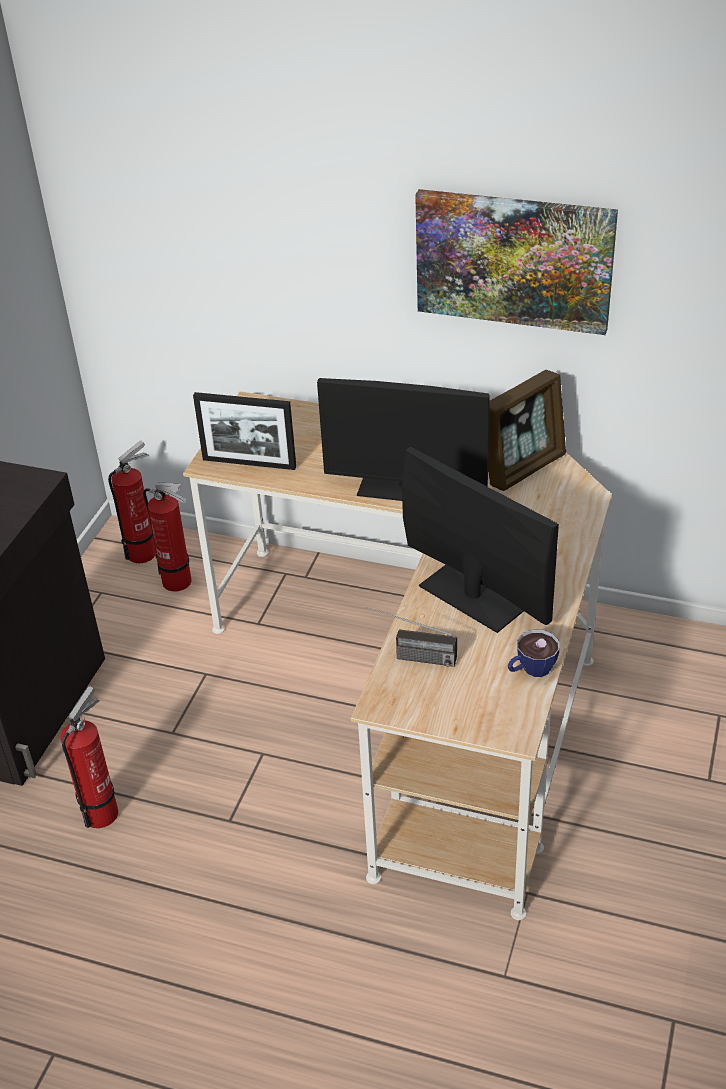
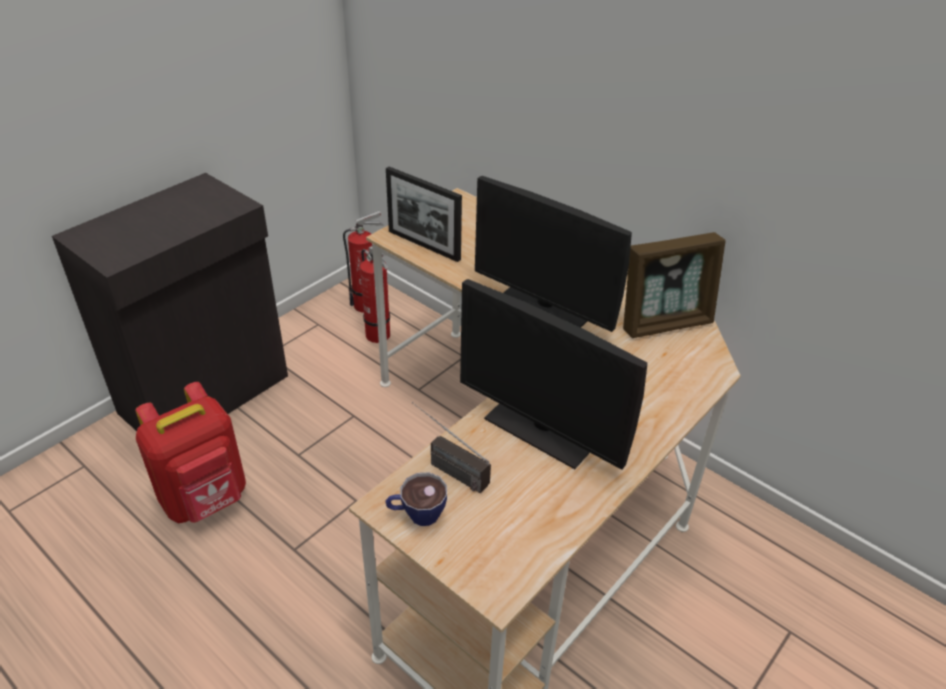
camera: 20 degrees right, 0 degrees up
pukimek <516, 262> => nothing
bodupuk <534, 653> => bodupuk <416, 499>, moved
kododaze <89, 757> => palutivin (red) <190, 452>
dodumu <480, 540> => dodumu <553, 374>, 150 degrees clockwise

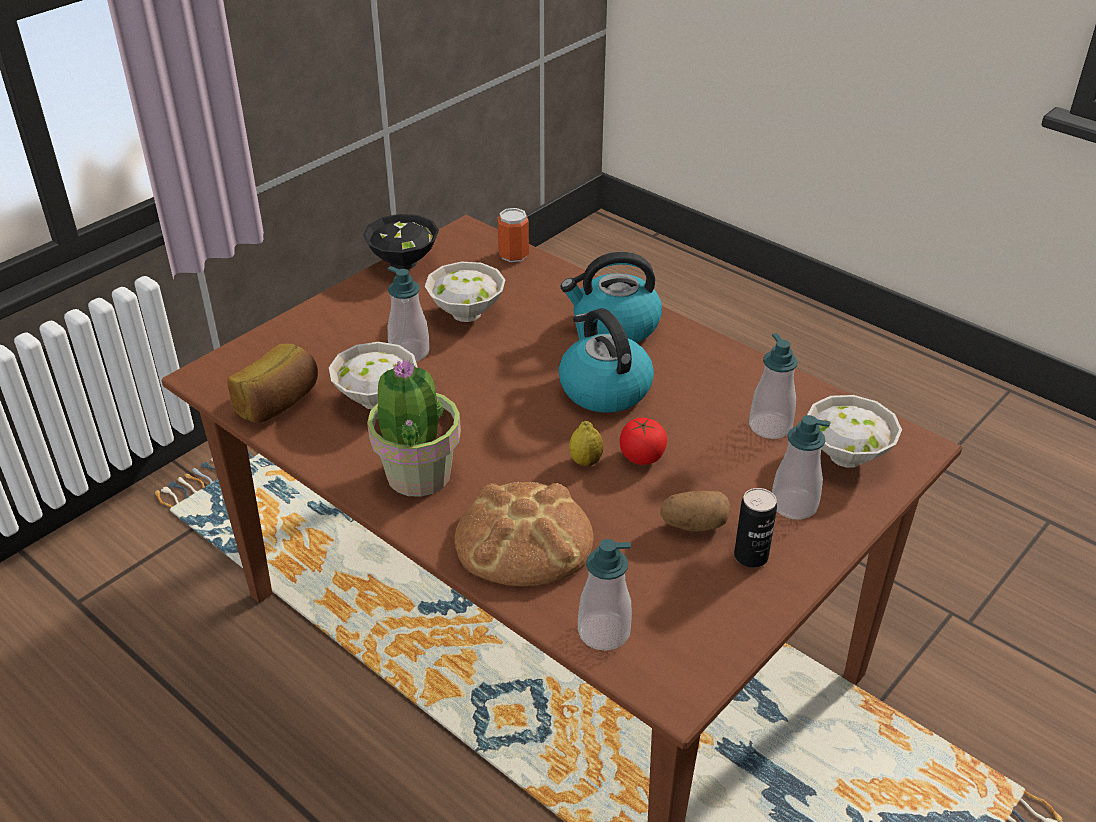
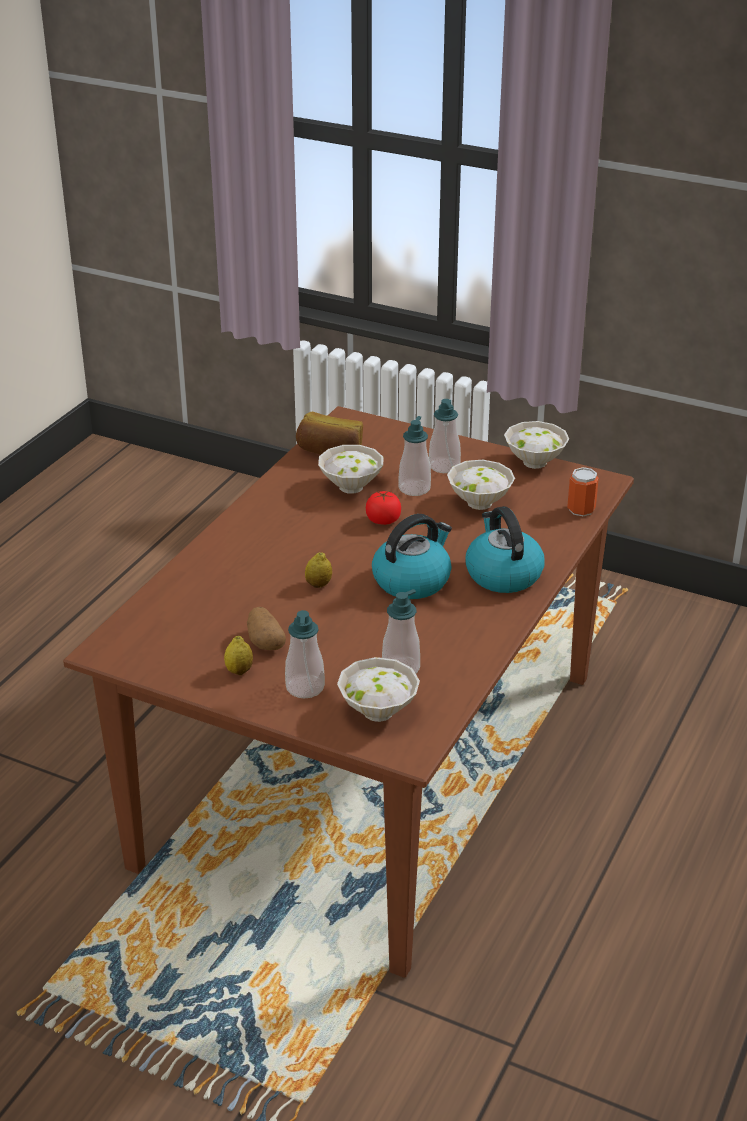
camera: 75 degrees right, 5 degrees down
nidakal <414, 428> => nothing
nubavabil <524, 534> => nothing
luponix <605, 595> => luponix <445, 436>, moved
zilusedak <643, 441> => zilusedak <383, 508>, moved
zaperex <755, 528> => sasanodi <238, 655>
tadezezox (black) <401, 241> => tadezezox (white) <536, 445>

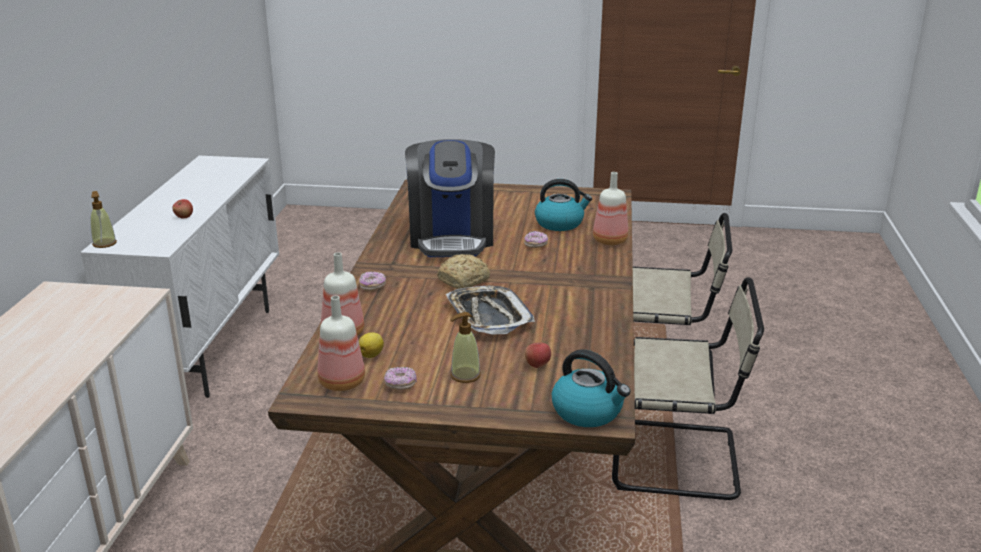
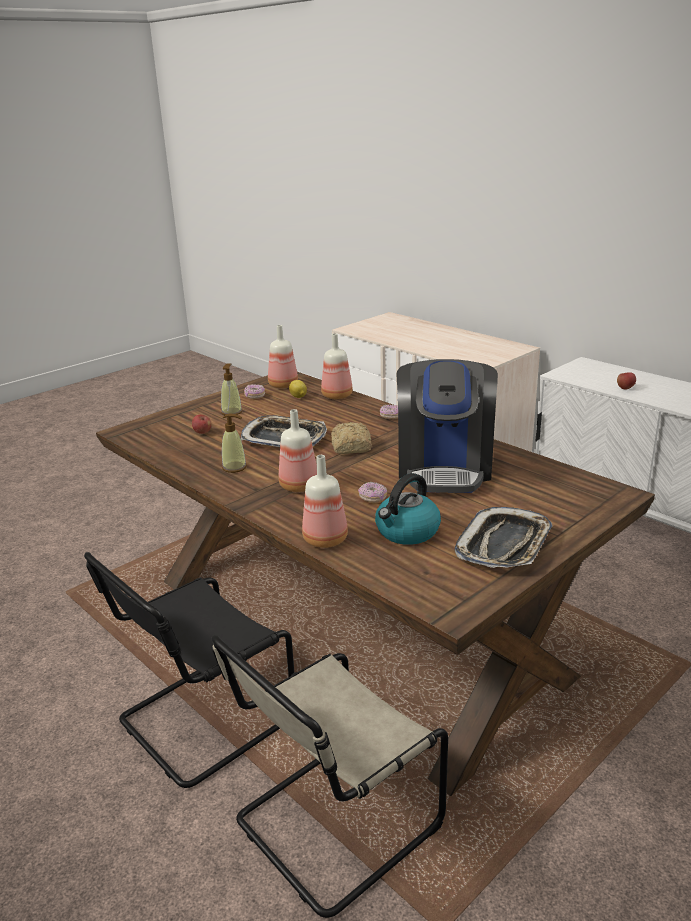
camera: 130 degrees right, 0 degrees up
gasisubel <591, 388> => nothing
nothing => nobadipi <298, 450>
nothing => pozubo <504, 537>
luponix <103, 219> => luponix <234, 443>, moved
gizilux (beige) <688, 388> => gizilux (black) <189, 670>
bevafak <450, 198> => bevafak <447, 426>, 120 degrees counterclockwise

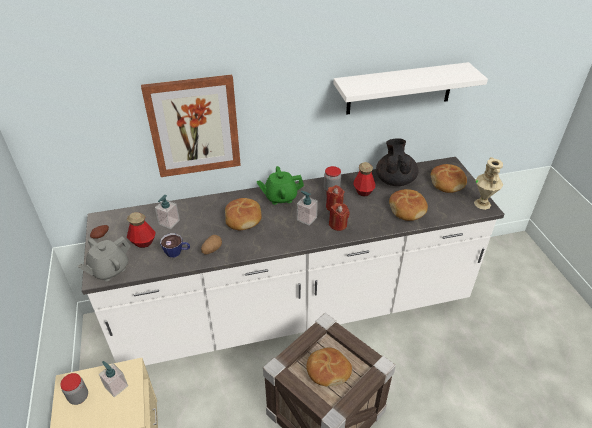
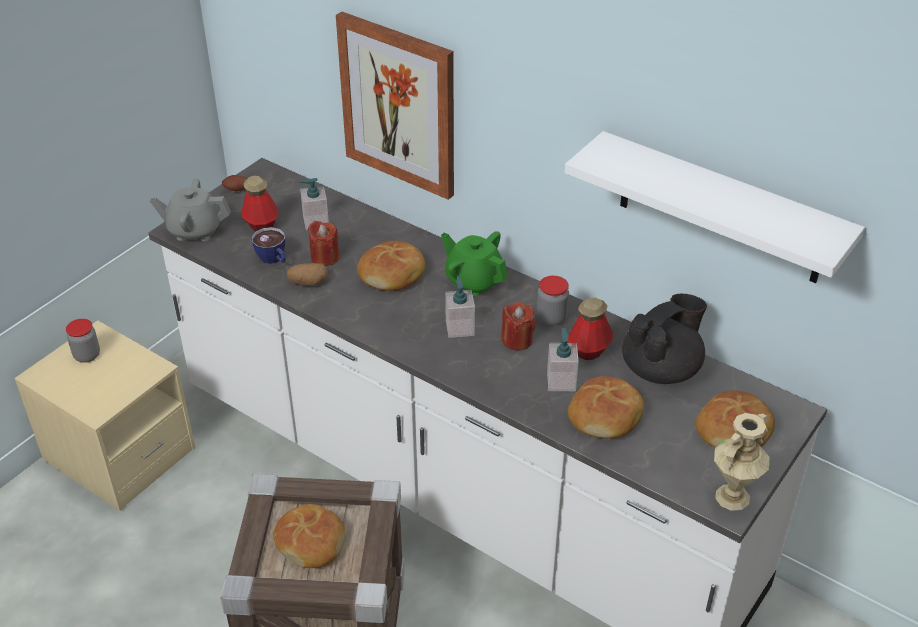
camera: 50 degrees right, 0 degrees up
luponix <113, 379> => luponix <563, 359>, moved
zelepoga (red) <339, 217> => zelepoga (red) <323, 243>, moved

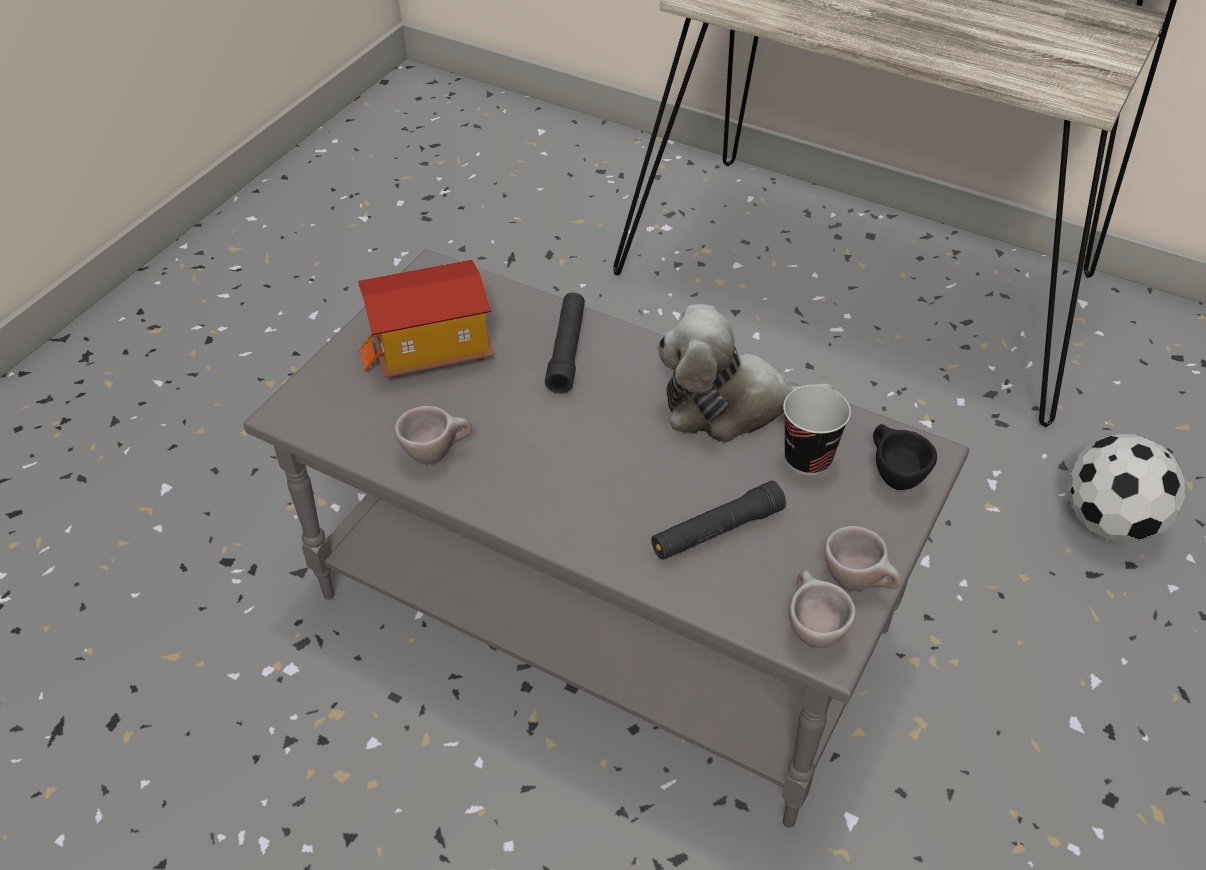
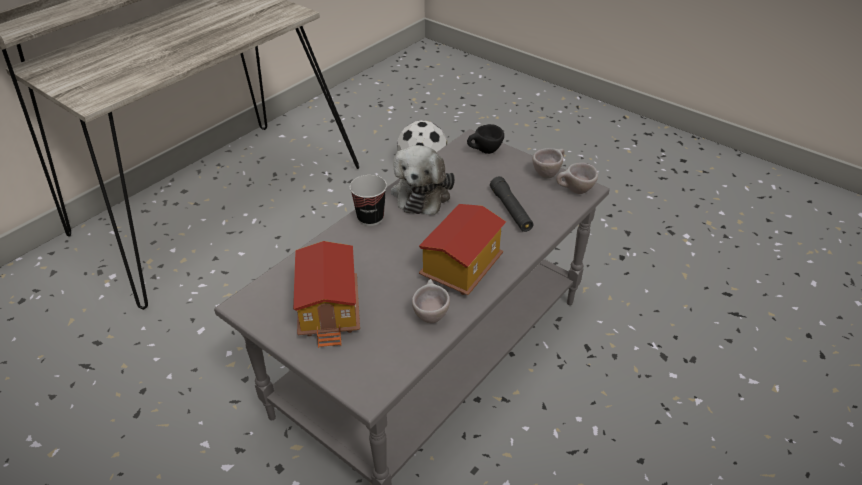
camera: 80 degrees left, 5 degrees down
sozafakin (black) <565, 343> => nothing
nothing => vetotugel <462, 249>
bodupuk <817, 430> => bodupuk <368, 200>, moved

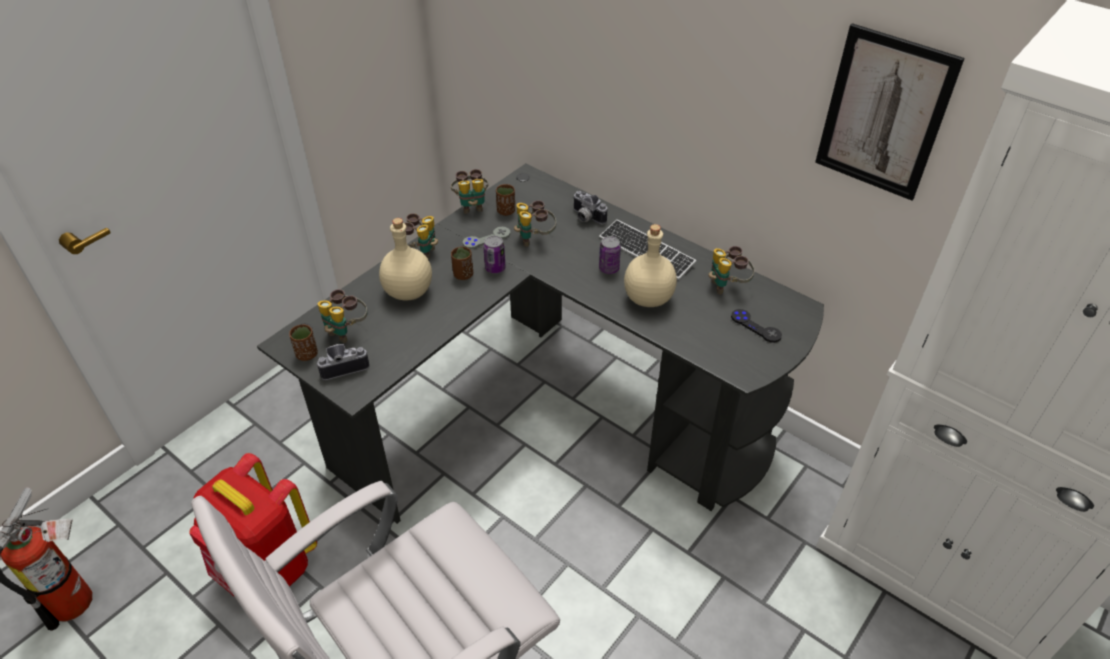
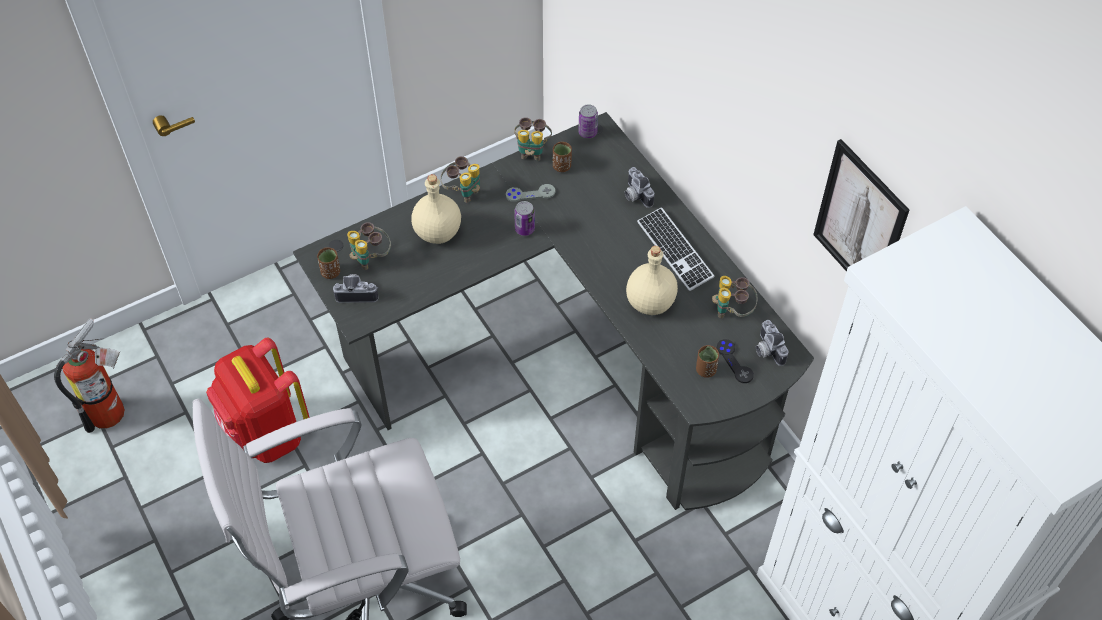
camera: 20 degrees right, 10 degrees up
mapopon <535, 223> => nothing
nothing => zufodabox <772, 343>
bodupuk (brown) <462, 263> => bodupuk (brown) <707, 361>, moved
zaperex <610, 255> => zaperex <588, 121>, moved

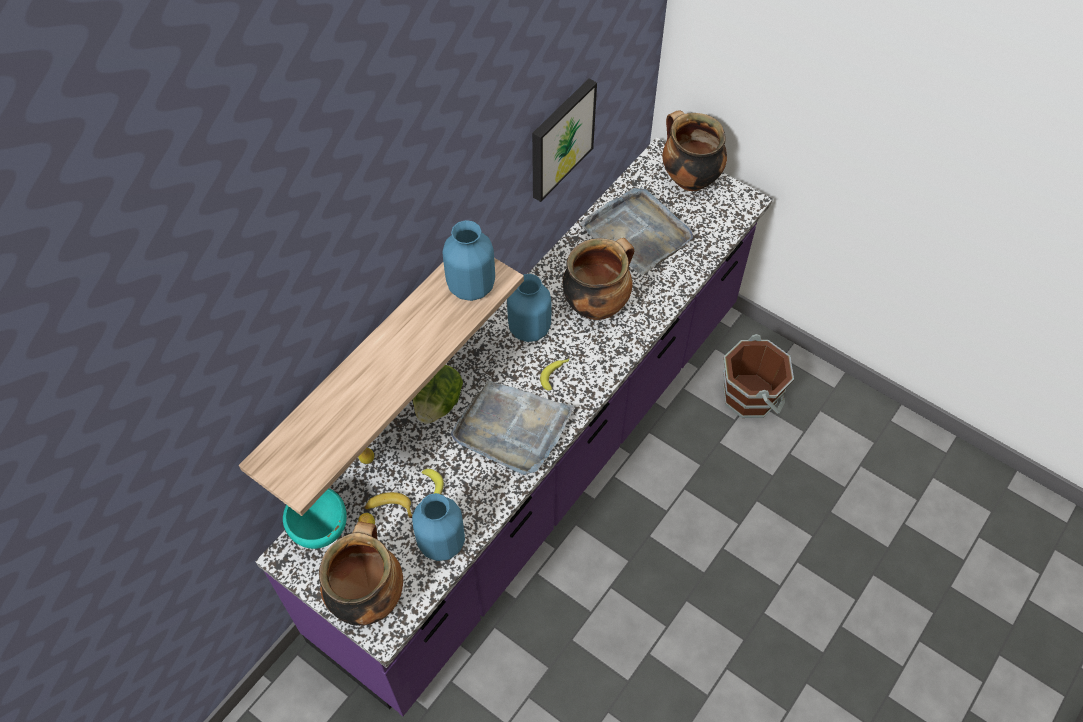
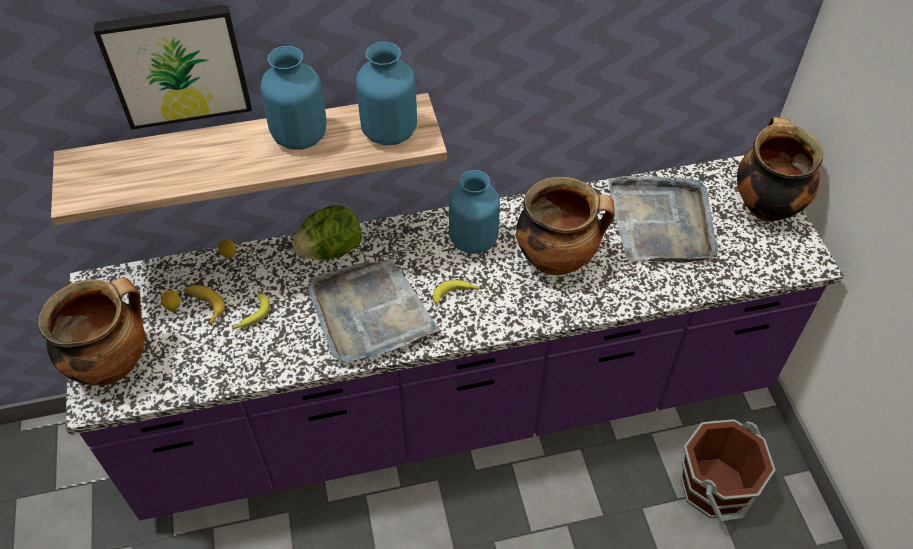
camera: 40 degrees right, 5 degrees down
tadezezox (turquoise) <315, 518> => nothing
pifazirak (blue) <438, 527> => pifazirak (blue) <293, 98>, moved
pukimek <564, 140> => pukimek <173, 67>, moved

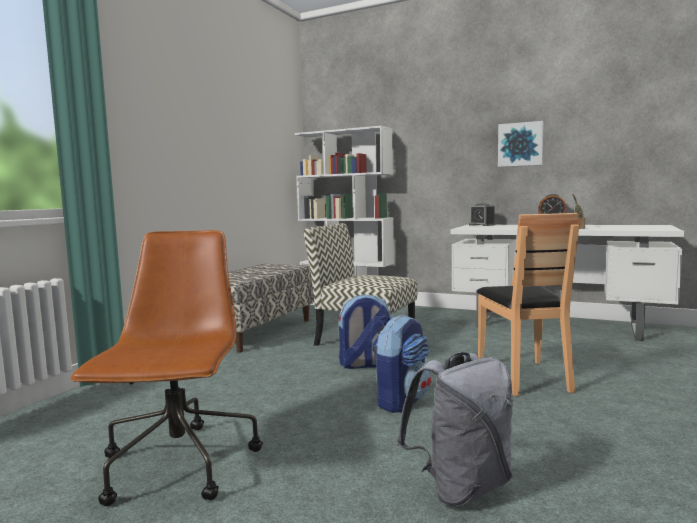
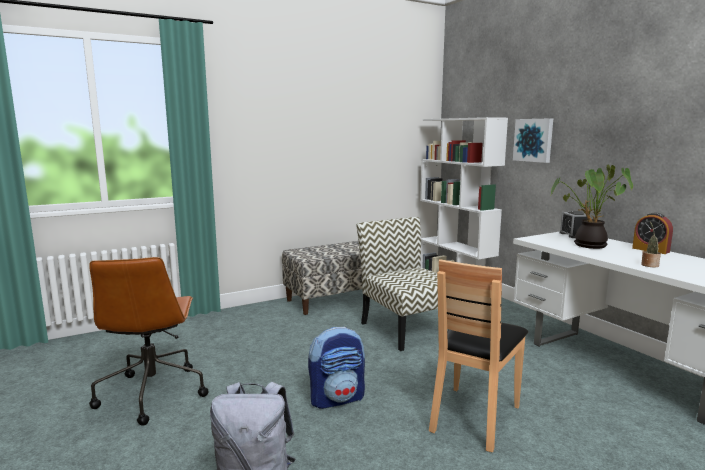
camera: 35 degrees right, 5 degrees up
palutivin <364, 332> => nothing
nothing => nidakal <592, 206>
pukimek <521, 144> => pukimek <533, 141>, moved
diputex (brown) <166, 368> => diputex (brown) <149, 341>, 135 degrees clockwise

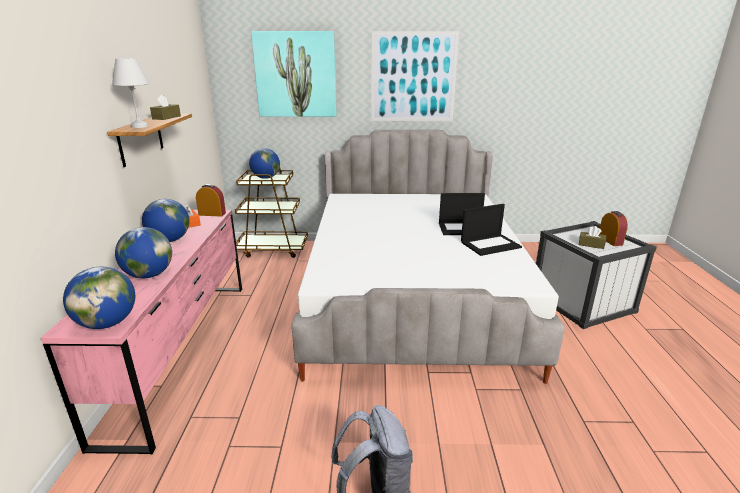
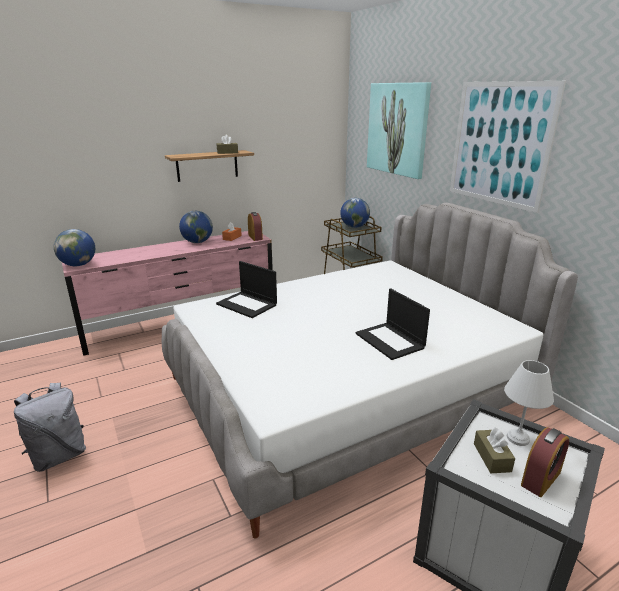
camera: 60 degrees right, 0 degrees up
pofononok <143, 252> => nothing
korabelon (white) <130, 93> => korabelon (white) <529, 403>, moved
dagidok <491, 230> => dagidok <246, 289>, moved

